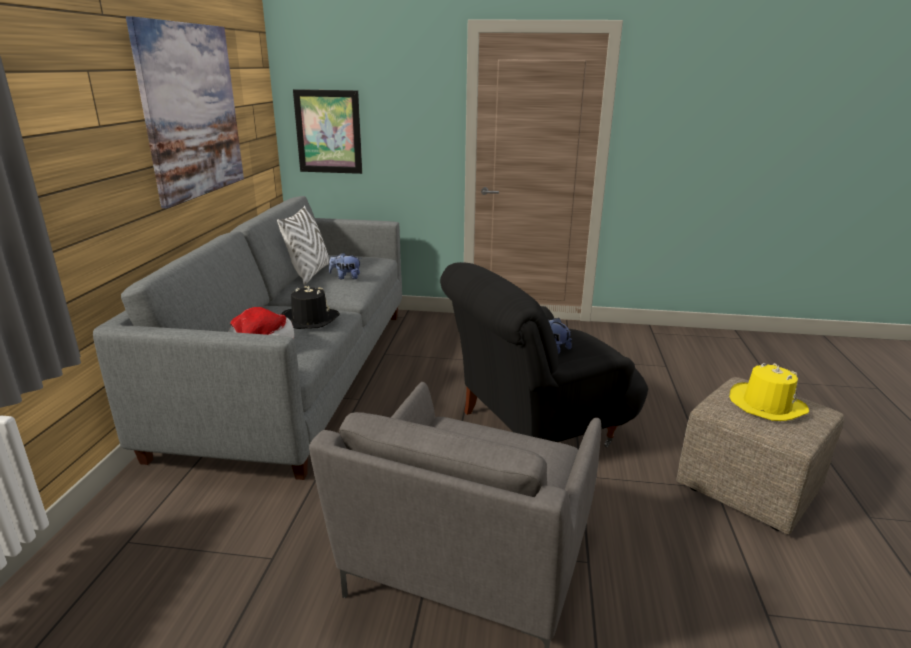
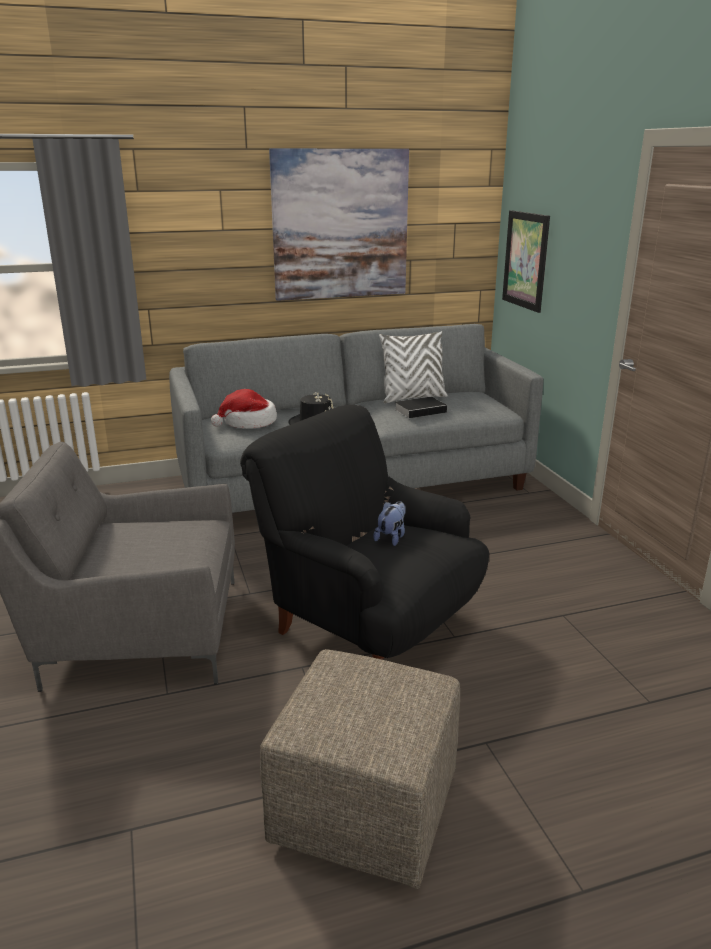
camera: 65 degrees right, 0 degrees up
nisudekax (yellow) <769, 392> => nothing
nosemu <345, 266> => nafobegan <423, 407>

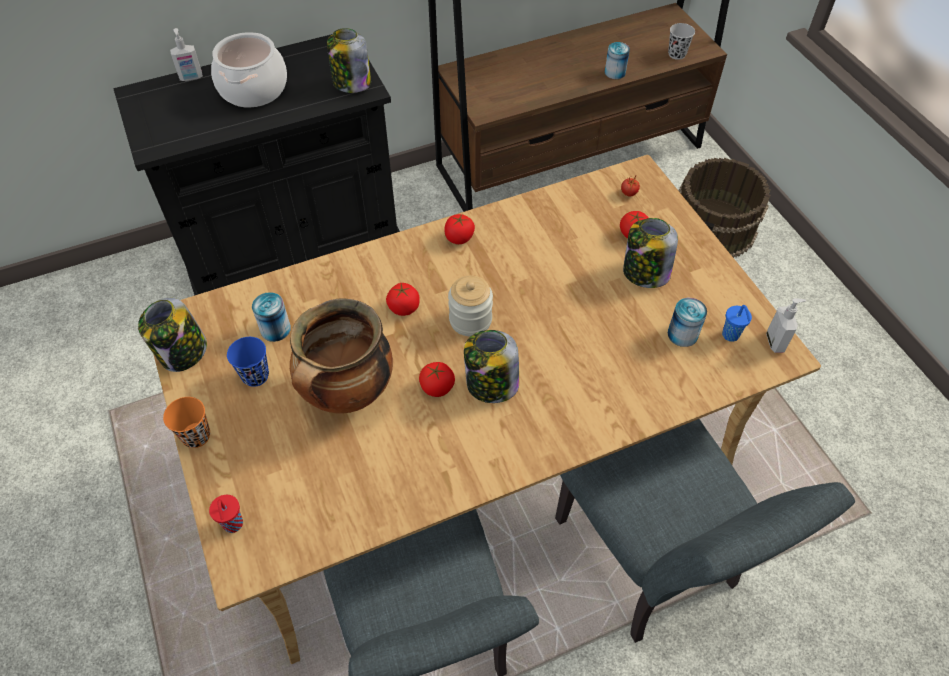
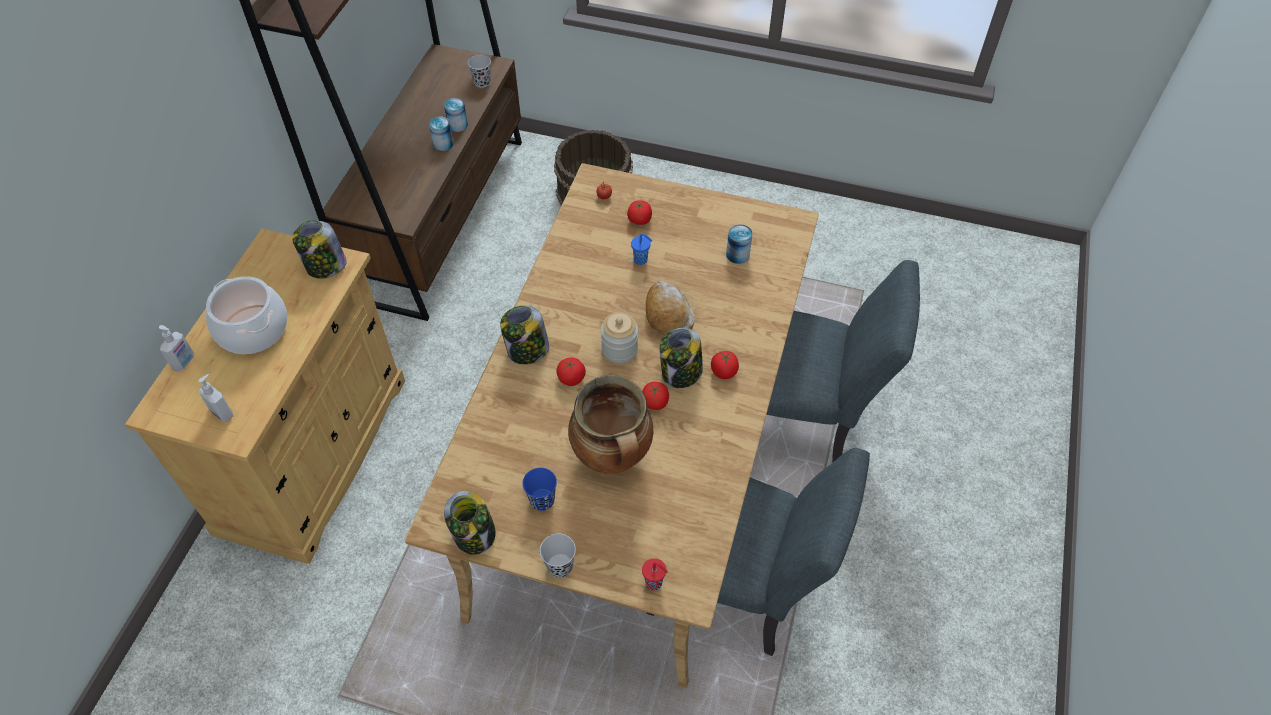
camera: 50 degrees left, 0 degrees up
nothing => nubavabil <670, 308>
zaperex <271, 317> => zaperex <441, 134>, moved
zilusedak <459, 229> => zilusedak <725, 365>, moved
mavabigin <650, 253> => mavabigin <524, 335>, moved
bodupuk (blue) <737, 323> => bodupuk (blue) <641, 249>, moved
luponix <786, 325> => luponix <215, 398>, moved
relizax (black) <256, 165> => relizax (beige) <265, 396>
bodupuk (orange) <186, 422> => bodupuk (black) <558, 556>

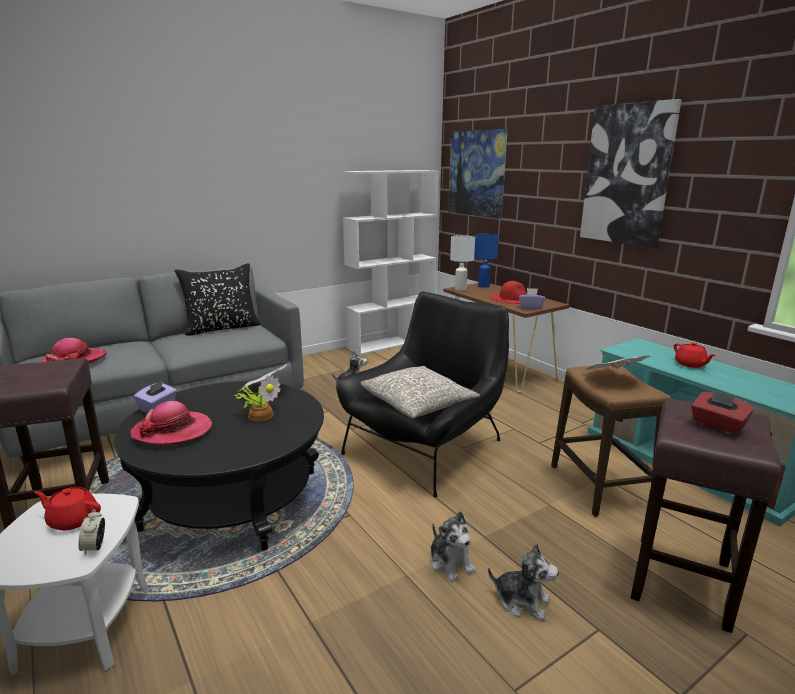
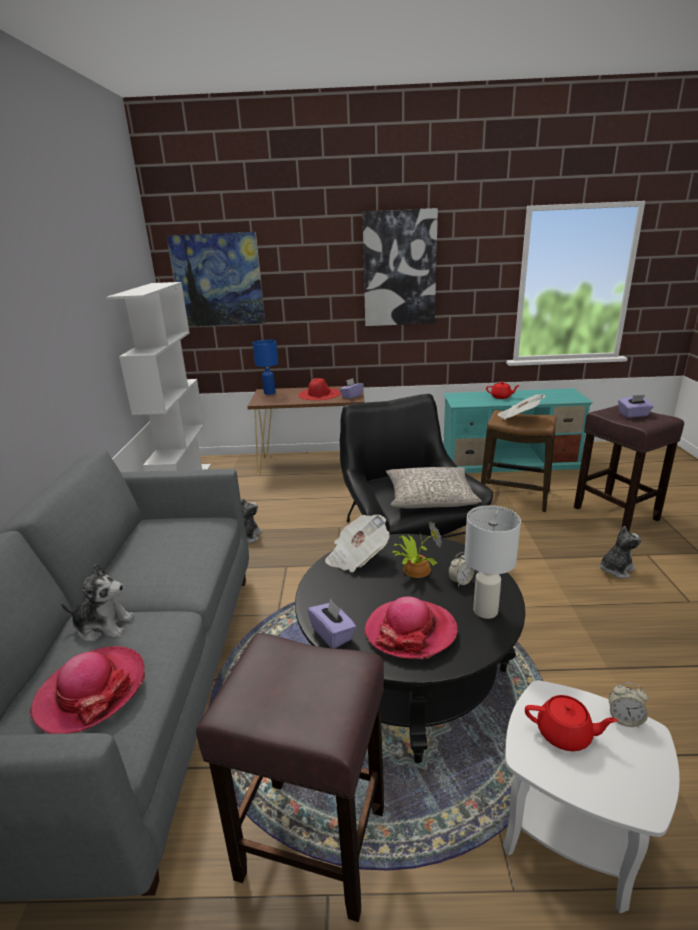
camera: 55 degrees left, 5 degrees up
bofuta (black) <217, 299> => nothing
nothing => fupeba <461, 569>
nosemu <453, 546> => nosemu <97, 603>, moved
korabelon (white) <462, 263> => korabelon (white) <492, 562>, moved
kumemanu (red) <722, 412> => kumemanu (purple) <636, 406>
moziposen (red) <67, 508> => moziposen (red) <571, 723>, 120 degrees counterclockwise

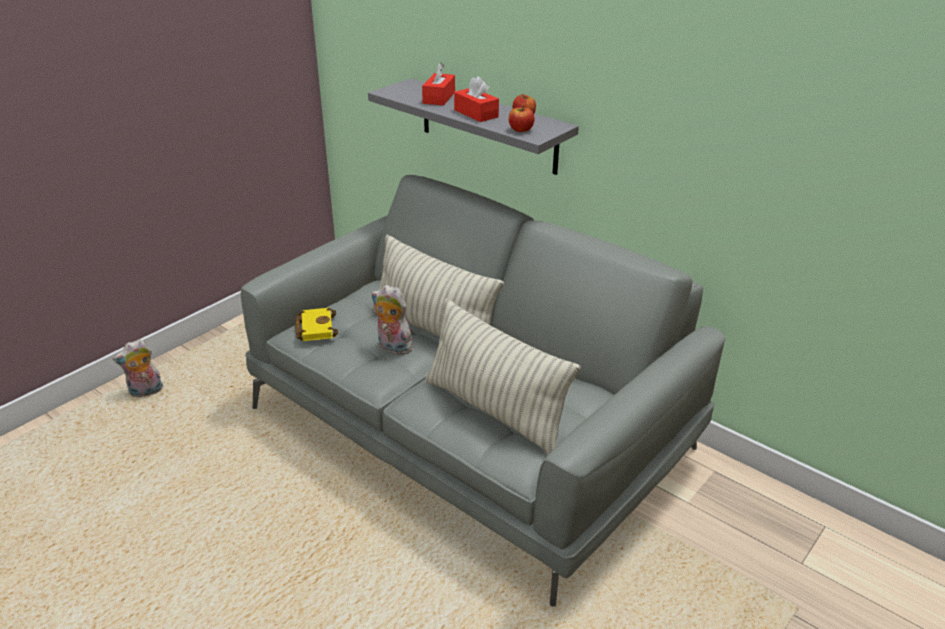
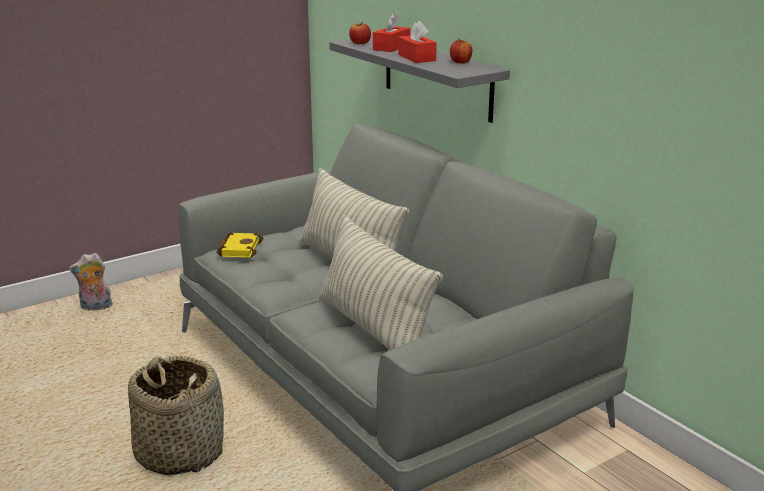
camera: 15 degrees right, 10 degrees down
nosemu <392, 320> => nothing
nothing => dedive <176, 415>
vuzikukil <521, 118> => vuzikukil <360, 33>, moved

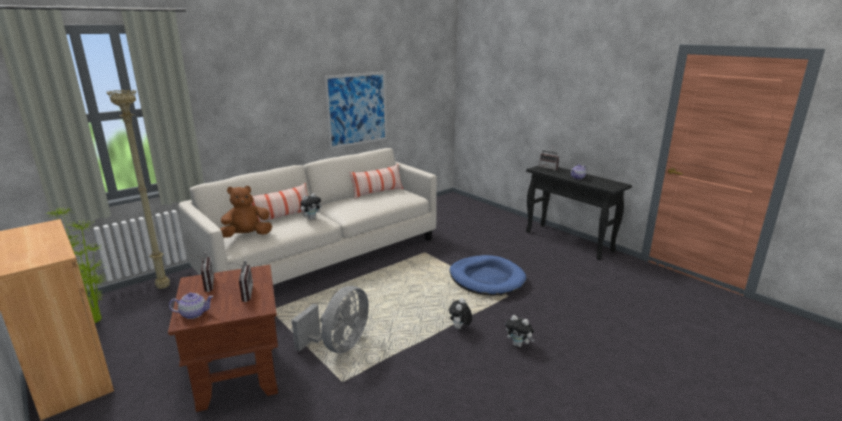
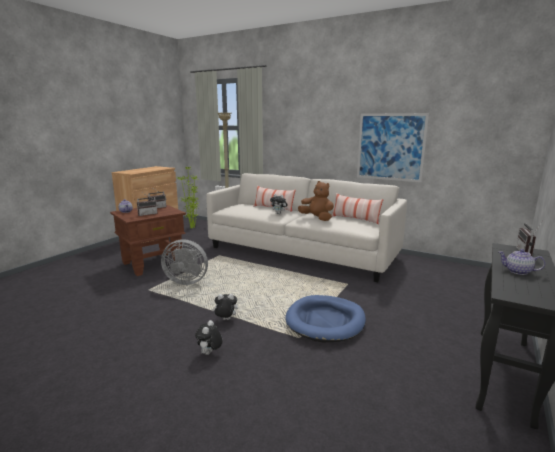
camera: 70 degrees right, 5 degrees down
nosemu (brown) <246, 212> => nosemu (brown) <316, 201>, moved

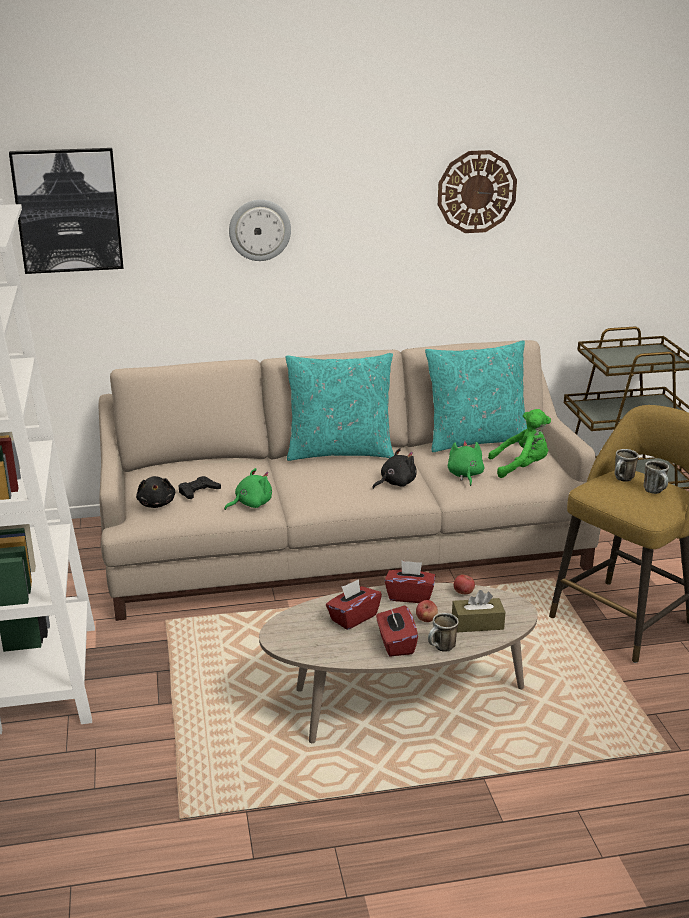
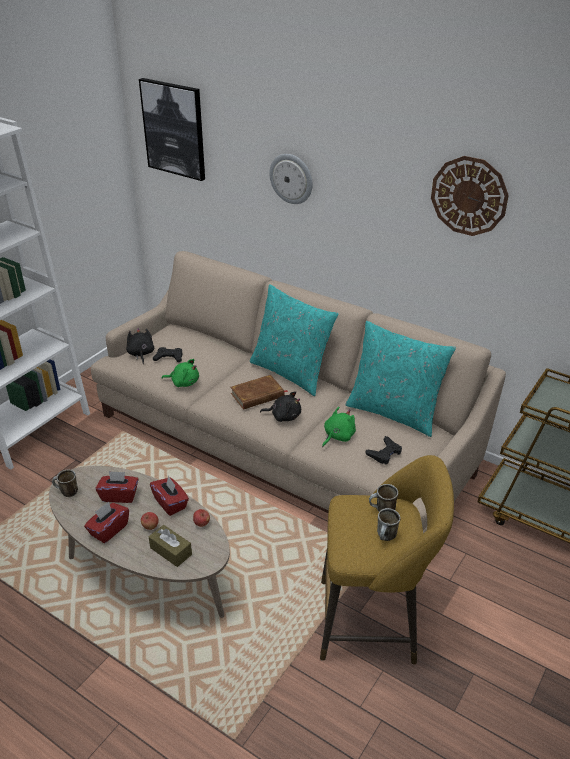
camera: 45 degrees right, 10 degrees up
nothing => nafobegan (brown) <259, 392>
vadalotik <443, 632> => vadalotik <65, 483>, moved
nosemu (green) <519, 443> => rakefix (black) <384, 450>
nosemu (black) <155, 492> => nosemu (black) <140, 346>, 135 degrees clockwise

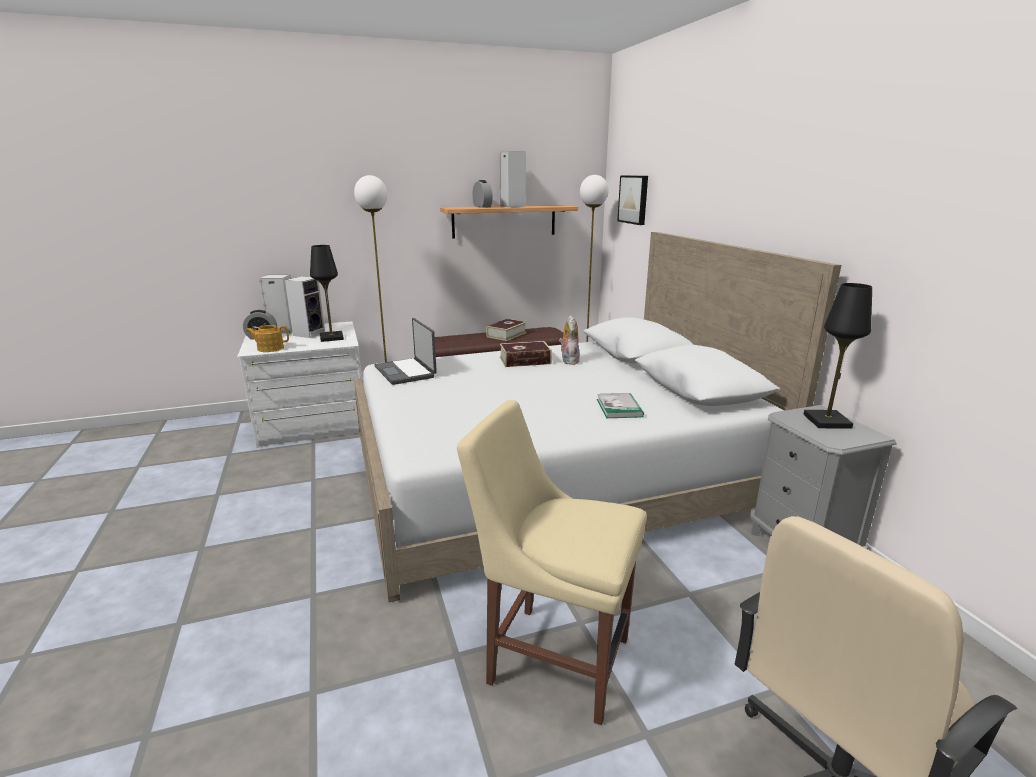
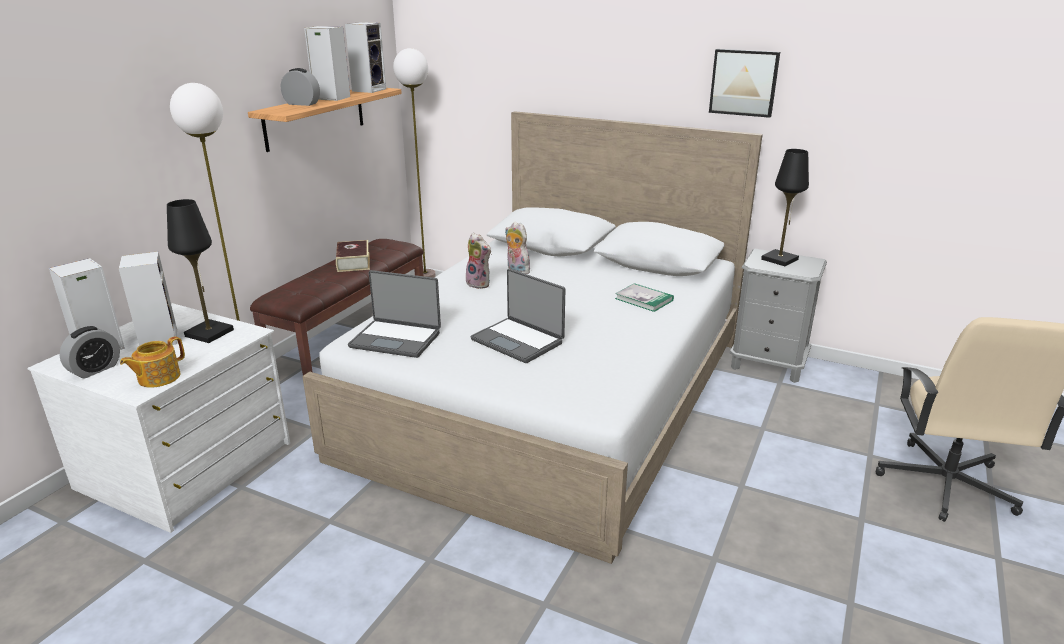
camera: 45 degrees left, 5 degrees up
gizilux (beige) <552, 562> => nothing
nothing => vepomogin <365, 57>
nothing => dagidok <517, 316>
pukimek <632, 200> => pukimek <744, 83>, moved
nafobegan <526, 354> => nosemu <478, 260>

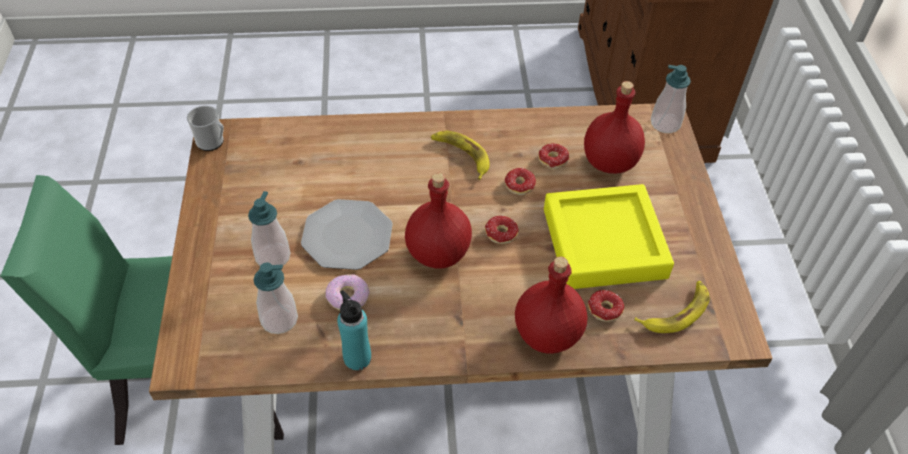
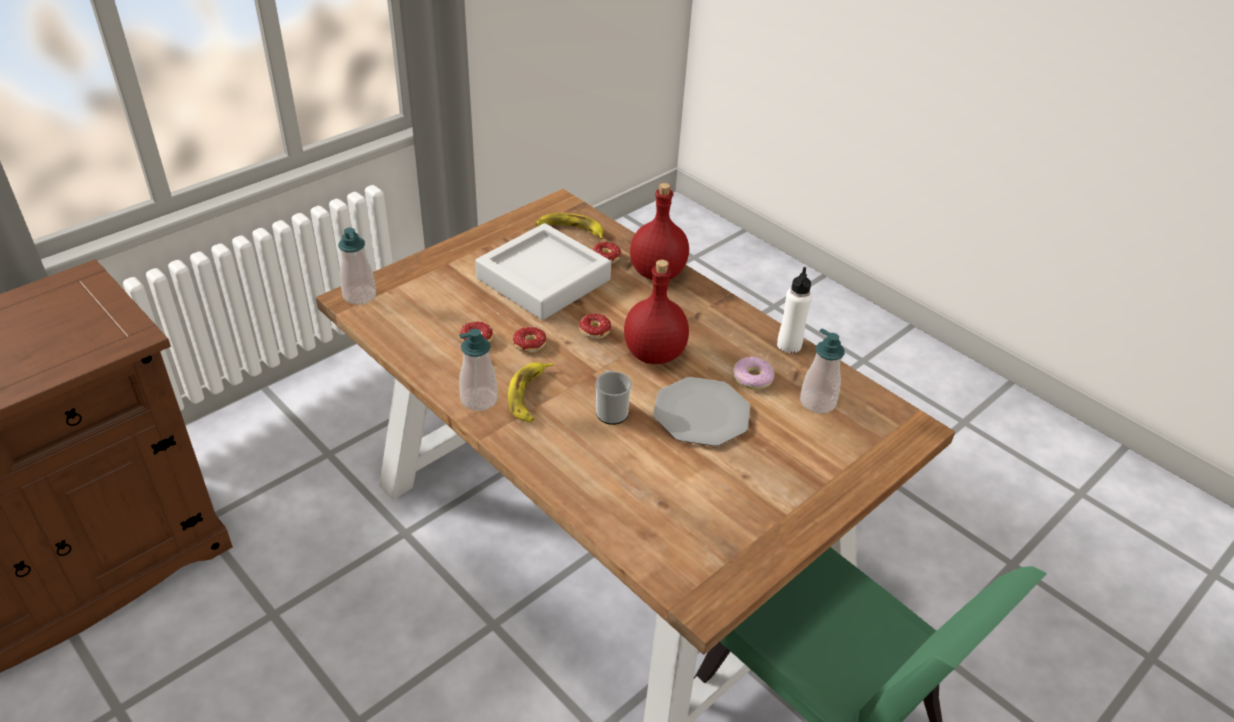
camera: 130 degrees left, 10 degrees down
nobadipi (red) <614, 127> => nothing
vadalotik <205, 128> => vadalotik <613, 397>, moved
luponix <269, 228> => luponix <478, 370>, moved
nobadipi (turquoise) <354, 330> => nobadipi (white) <794, 310>
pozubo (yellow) <609, 236> => pozubo (grey) <543, 271>

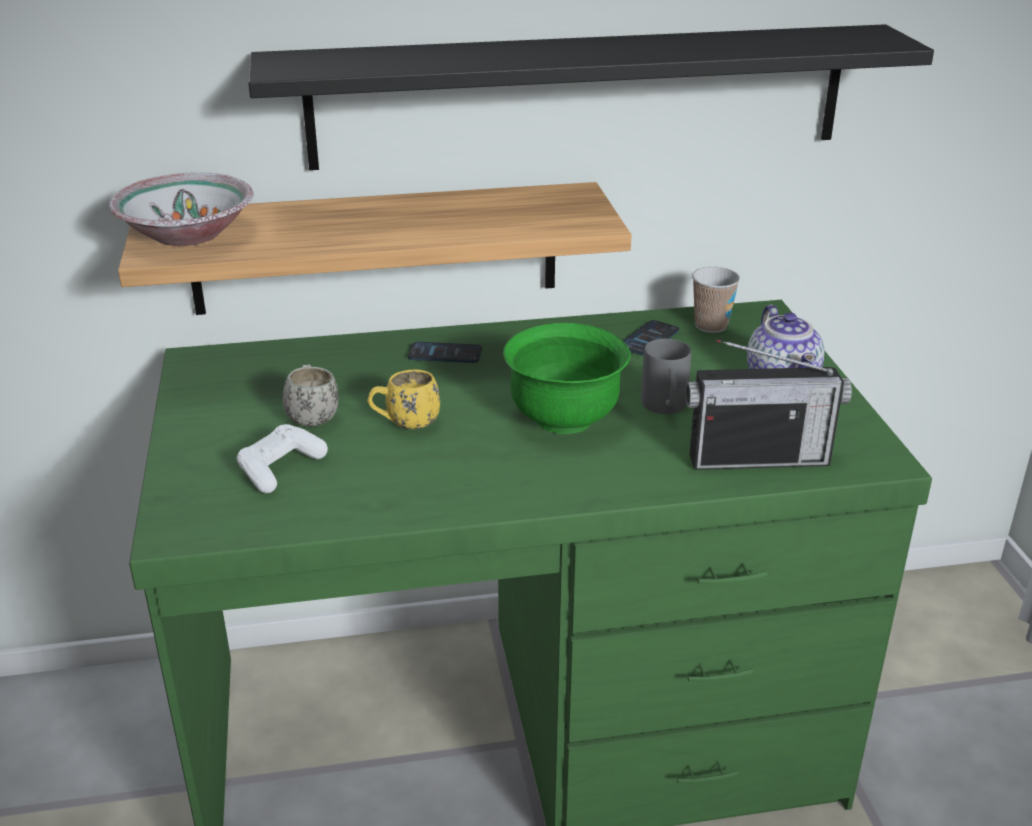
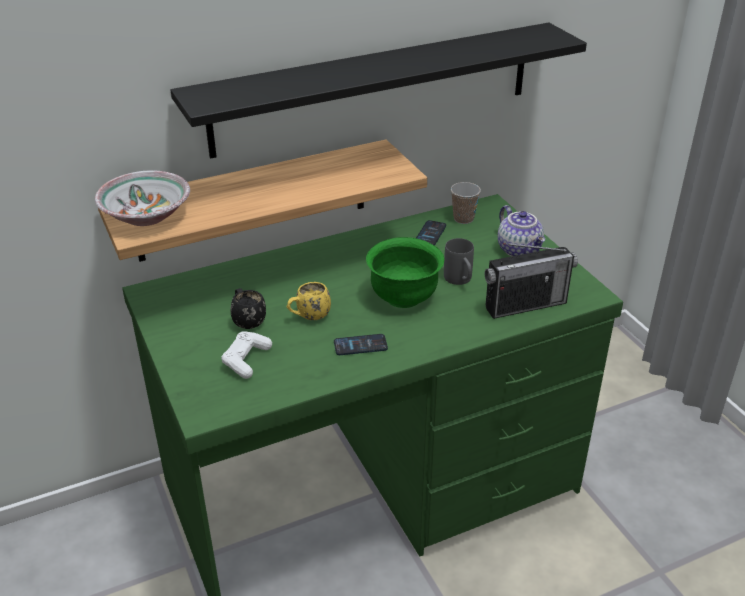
camera: 15 degrees left, 5 degrees up
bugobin <445, 352> => bugobin <361, 344>, moved
vadalotik (white) <310, 395> => vadalotik (black) <248, 308>

